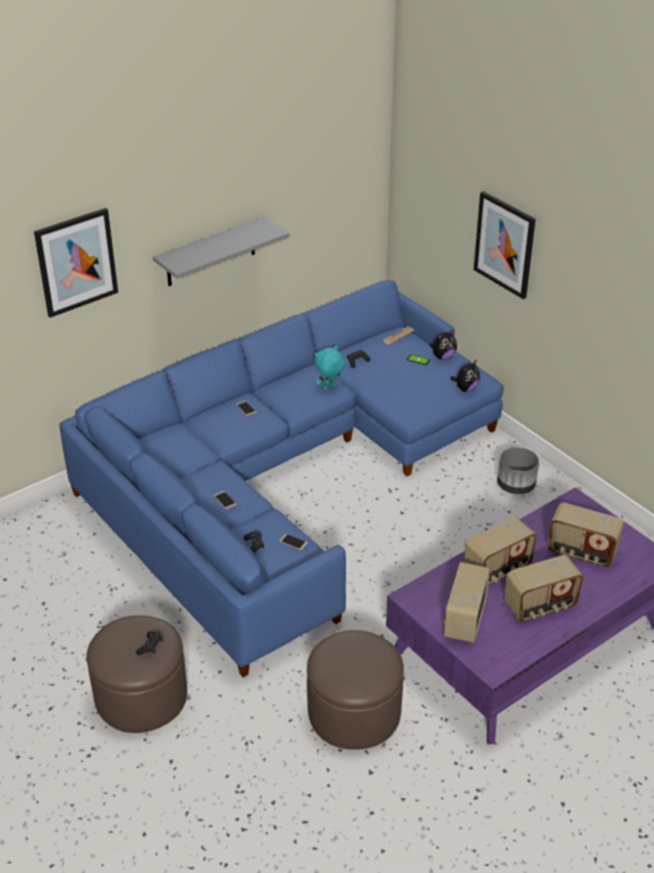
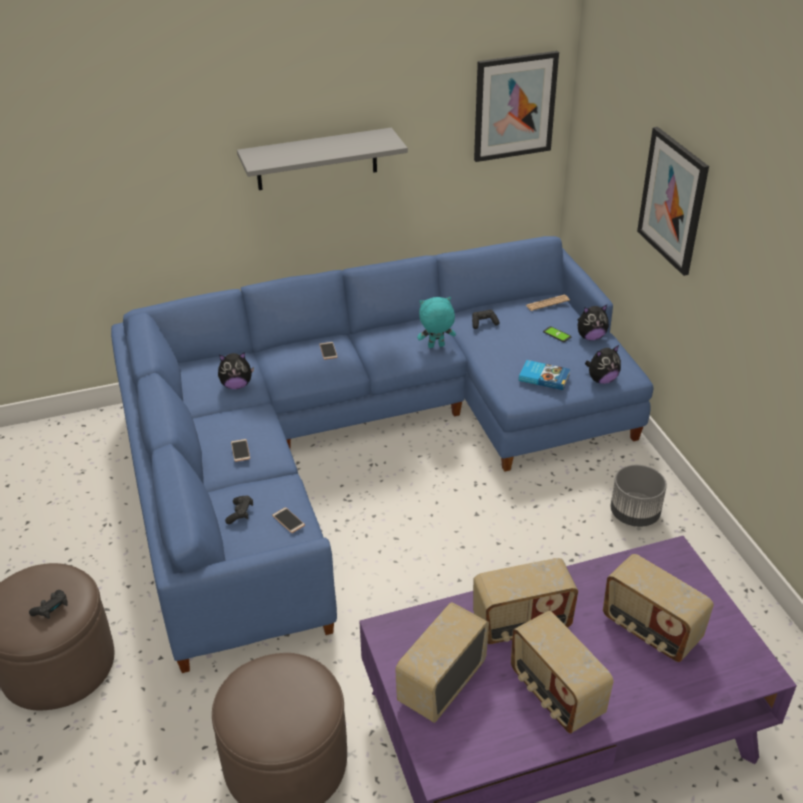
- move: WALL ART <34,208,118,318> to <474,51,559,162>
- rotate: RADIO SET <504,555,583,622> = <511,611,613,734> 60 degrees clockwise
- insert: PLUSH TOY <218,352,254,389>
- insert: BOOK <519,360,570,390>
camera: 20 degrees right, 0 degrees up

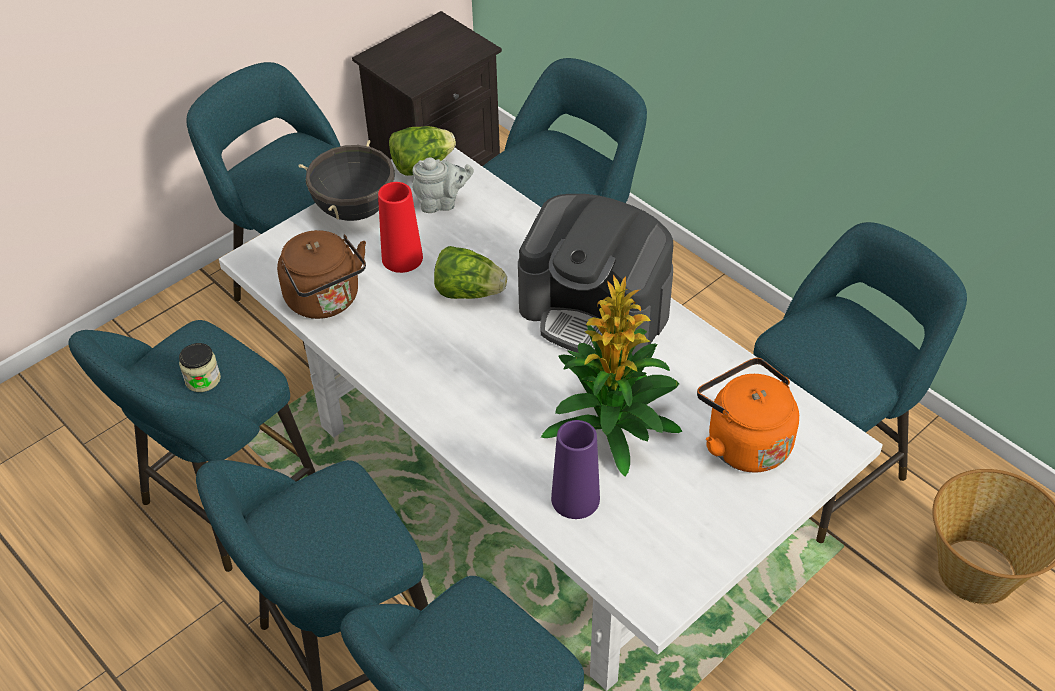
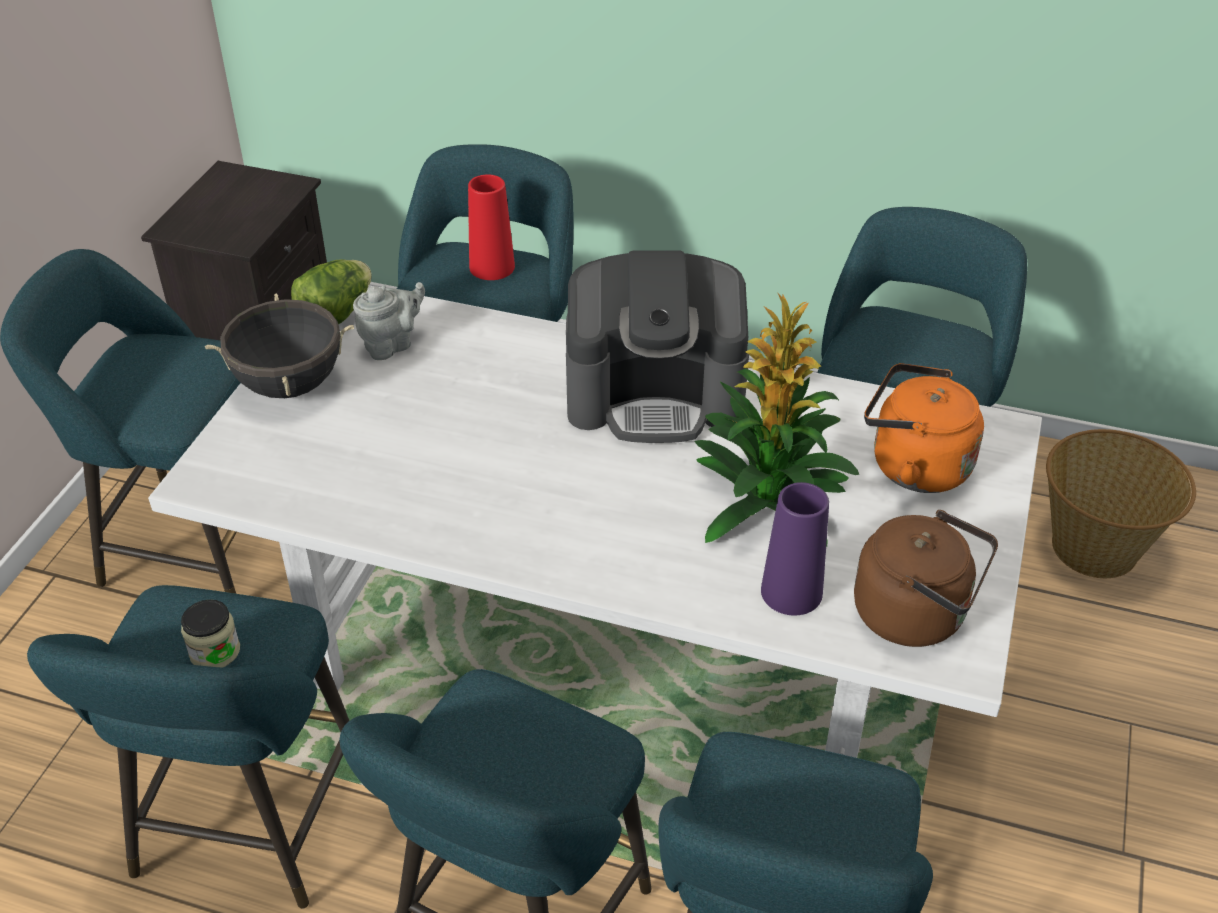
- move: BROWN TEA KETTLE <277,230,366,319> to <854,510,998,647>
- move: RED FLOWER VASE <378,182,423,273> to <468,174,515,280>
- delete: LETTUCE <434,246,507,299>
camera: 30 degrees left, 5 degrees down

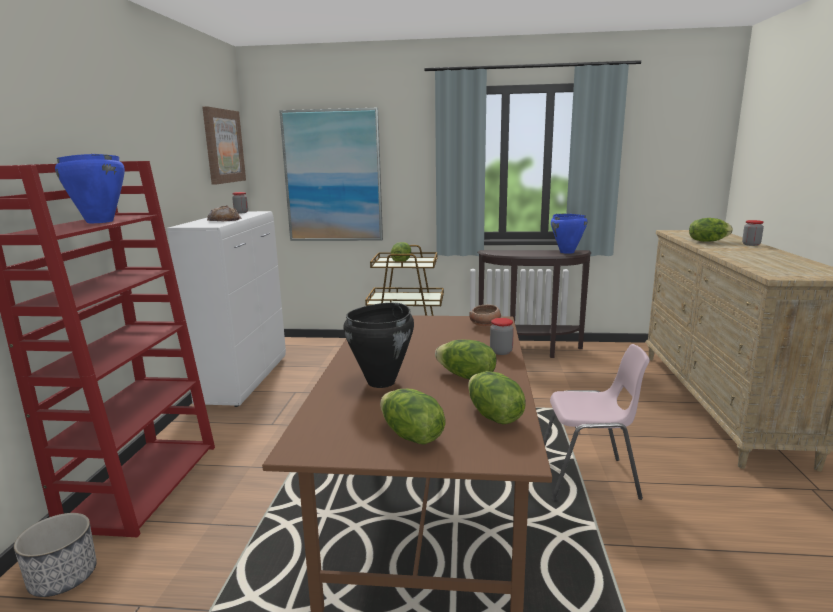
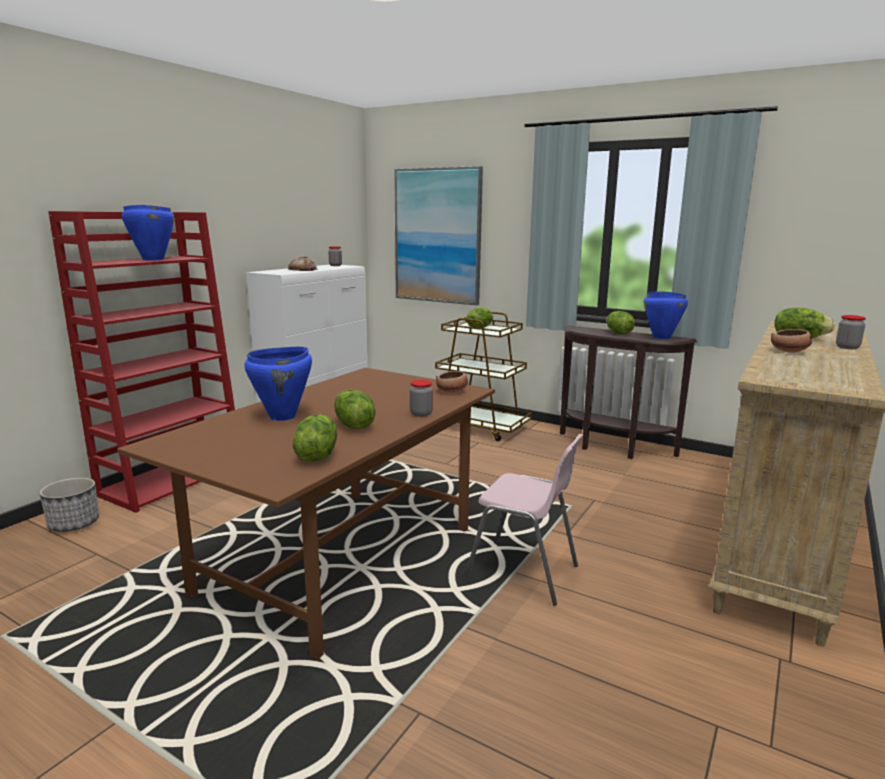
- delete: WALL ART <202,106,246,184>
- recolor: BLACK-COLOURED STOCKPOT <343,303,414,388> to BLUE-COLOURED STOCKPOT <244,347,312,421>
- move: LETTUCE <380,389,445,445> to <606,311,635,334>
- insert: DEEP DISH <771,329,812,353>
camera: 25 degrees right, 0 degrees up

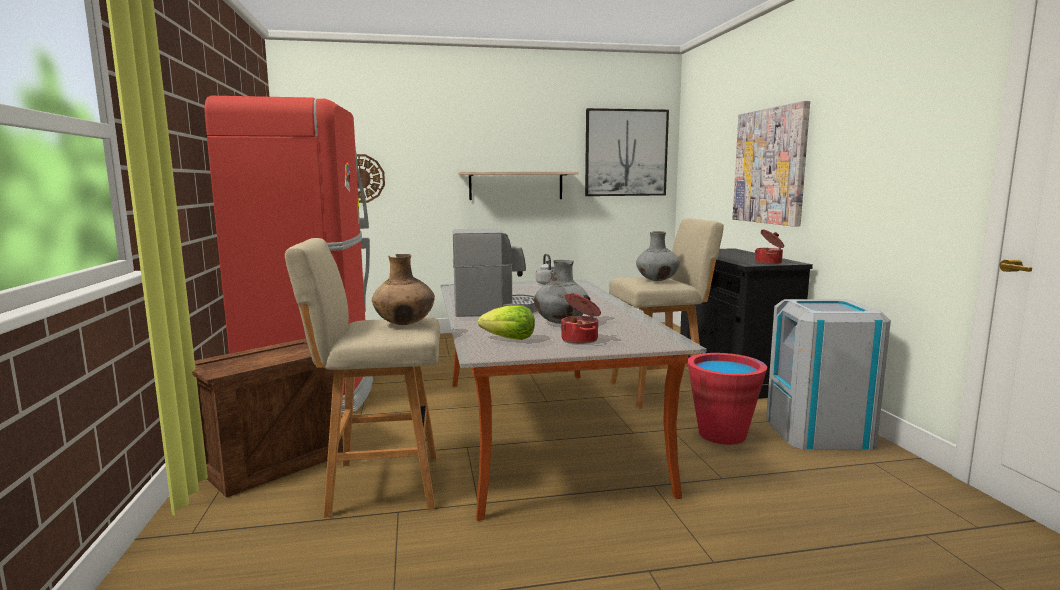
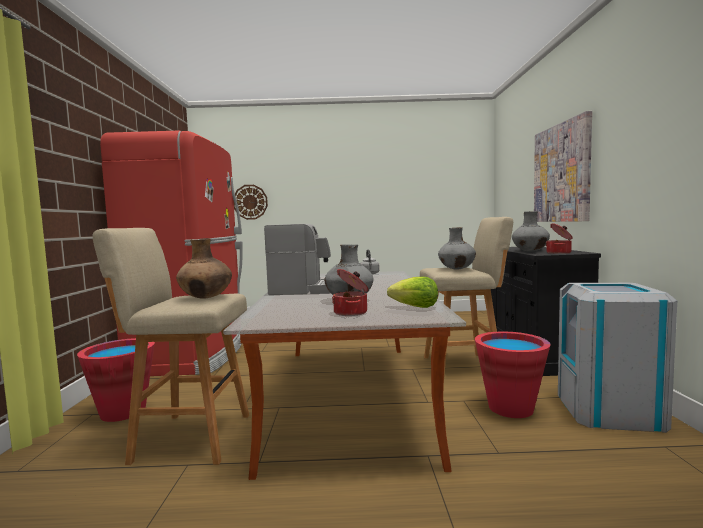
- replace: CRATE <192,338,343,497> to RED WATER BUCKET <77,338,155,422>
- delete: WALL SHELF <458,171,579,200>
- move: LETTUCE <478,305,535,340> to <387,277,438,308>
- delete: WALL ART <585,108,669,196>
- insert: GREY FLOWER VASE <512,211,550,252>
camera: 10 degrees right, 5 degrees down

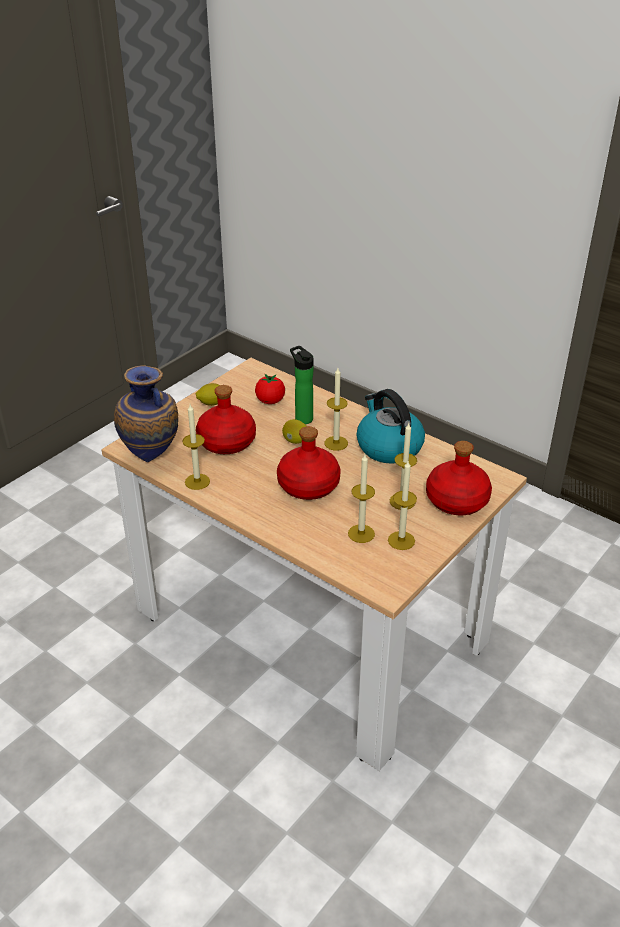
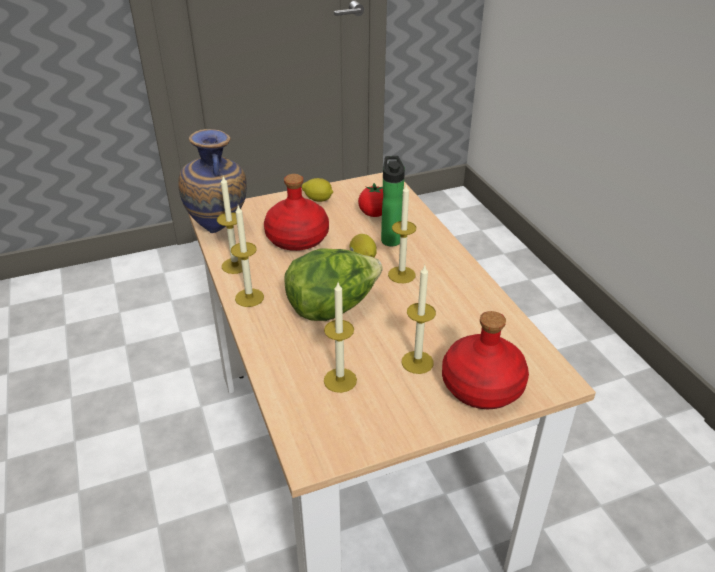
- replace: RED BOTTLE <277,426,341,500> to LETTUCE <284,248,383,321>
- delete: TEA KETTLE <357,389,425,464>
- move: CANDLE <388,461,417,550> to <231,206,264,307>
camera: 30 degrees right, 0 degrees up

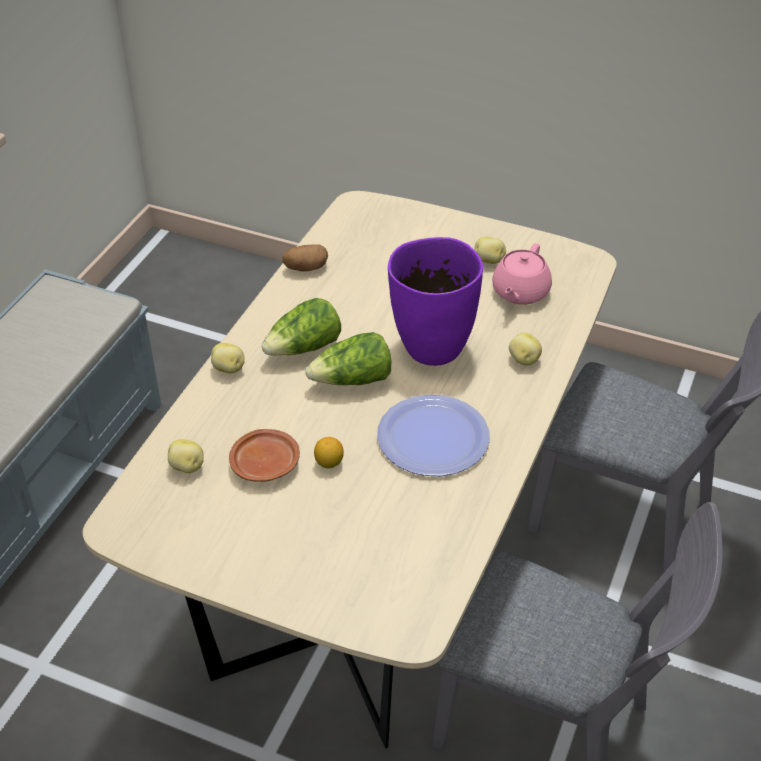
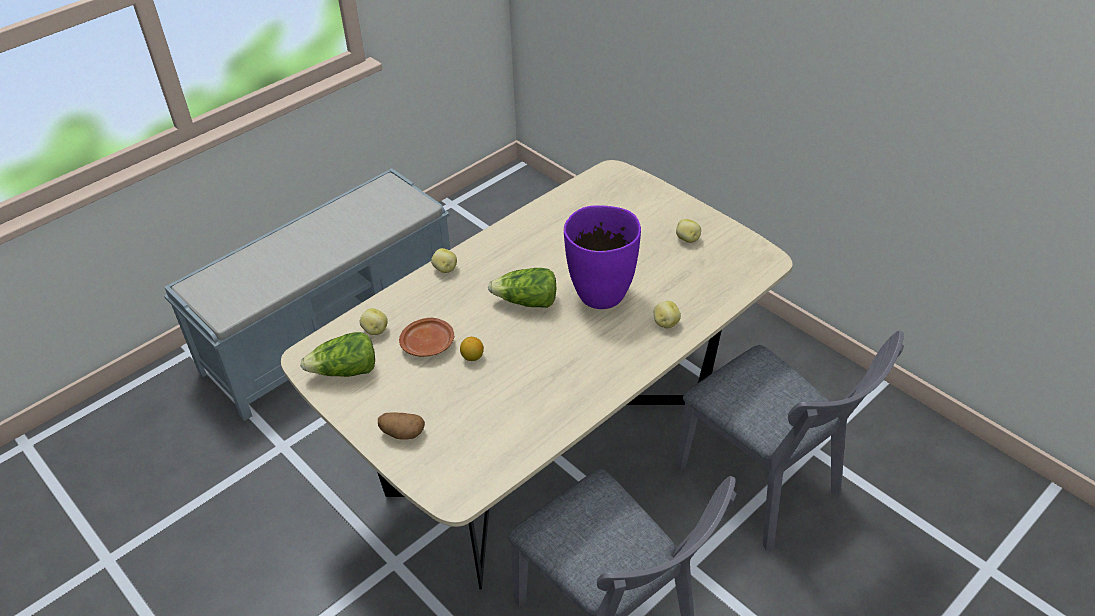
- move: LETTUCE <262,298,341,356> to <300,332,375,377>
- move: POTATO <283,244,328,272> to <378,413,425,440>
- delete: PLATE <377,395,490,476>
- delete: PINK TEAPOT <492,243,552,305>
camera: 25 degrees right, 0 degrees up

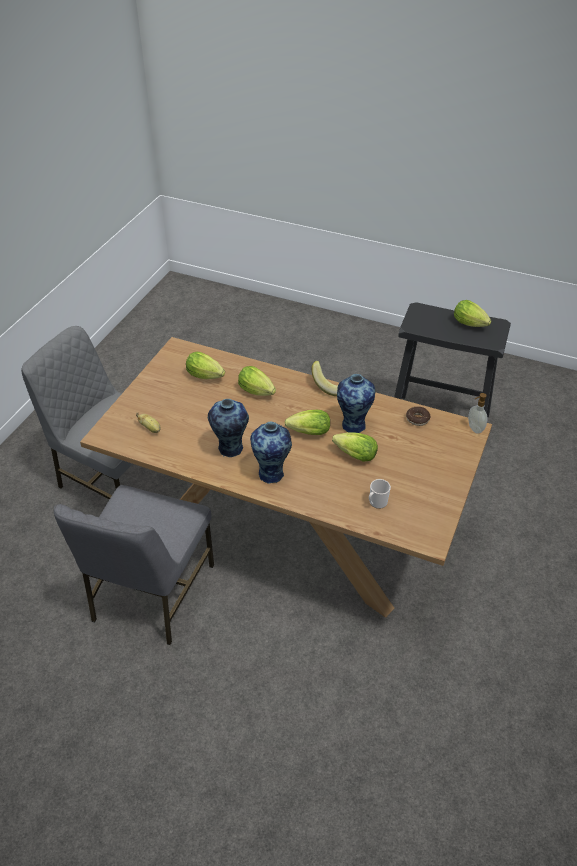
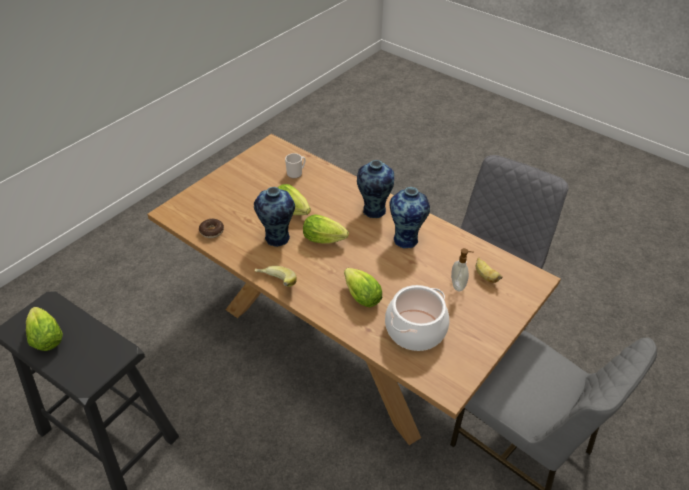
- replace: LETTUCE <186,352,225,379> to STOCKPOT <385,285,449,351>
- move: SOAP DISPENSER <468,393,487,434> to <451,248,474,291>
camera: 165 degrees left, 0 degrees up

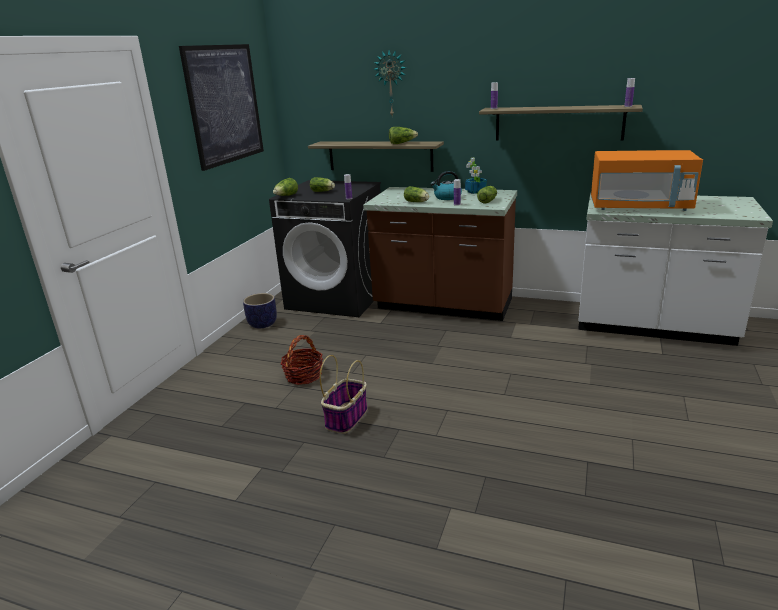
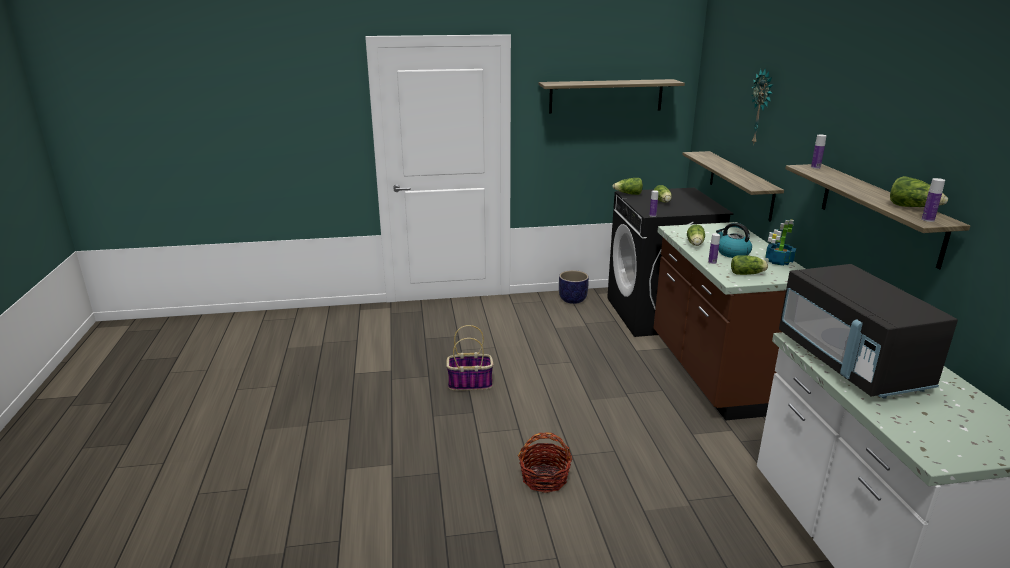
- replace: WALL ART <179,44,264,171> to WALL SHELF <539,79,685,114>
- move: STORAGE BASKET <281,335,323,385> to <518,432,572,493>
- move: LETTUCE <389,127,418,144> to <890,176,948,207>
- recolor: ORANGE-COLOURED MICROWAVE <591,150,703,211> to BLACK-COLOURED MICROWAVE <779,264,958,398>
camera: 60 degrees right, 0 degrees up

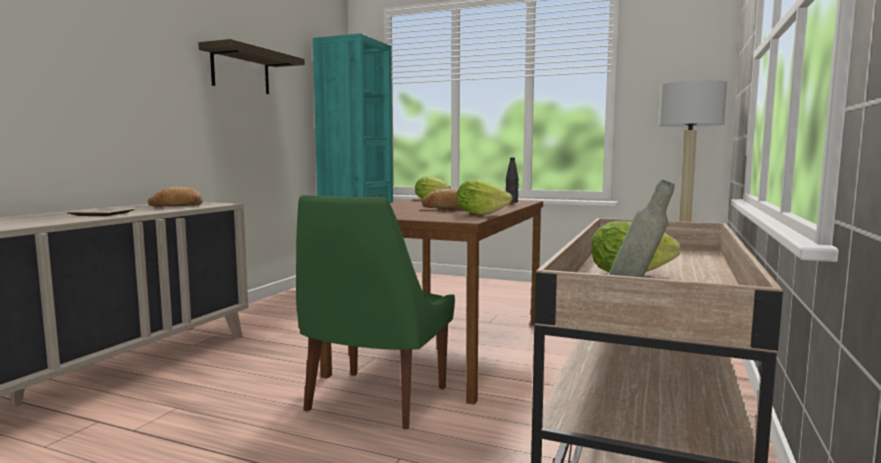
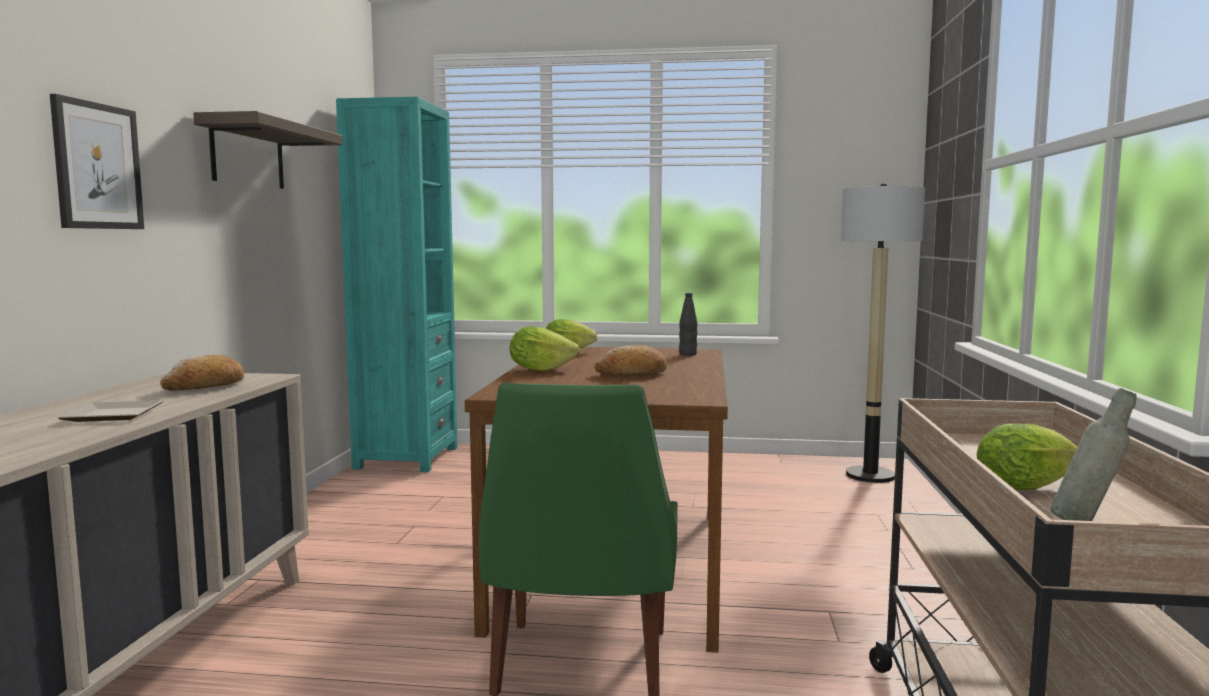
- move: LETTUCE <456,179,512,215> to <510,326,580,372>
- insert: WALL ART <50,94,144,229>
camera: 15 degrees left, 0 degrees up

